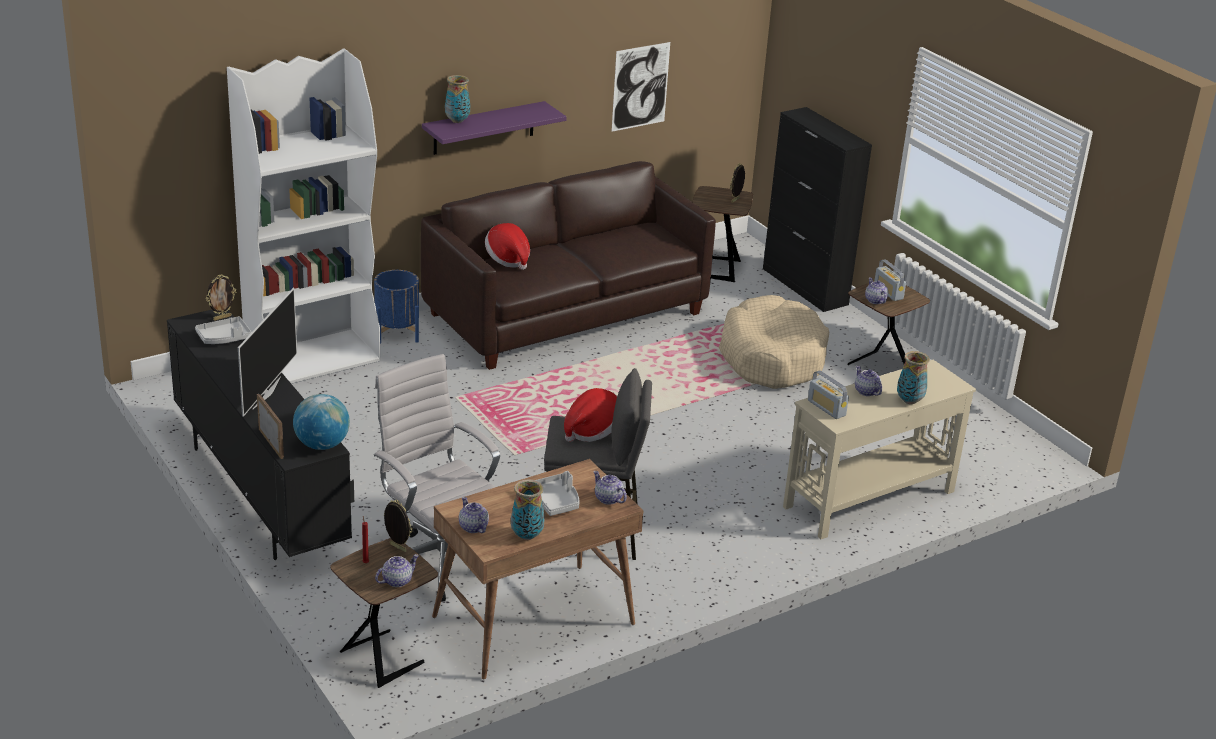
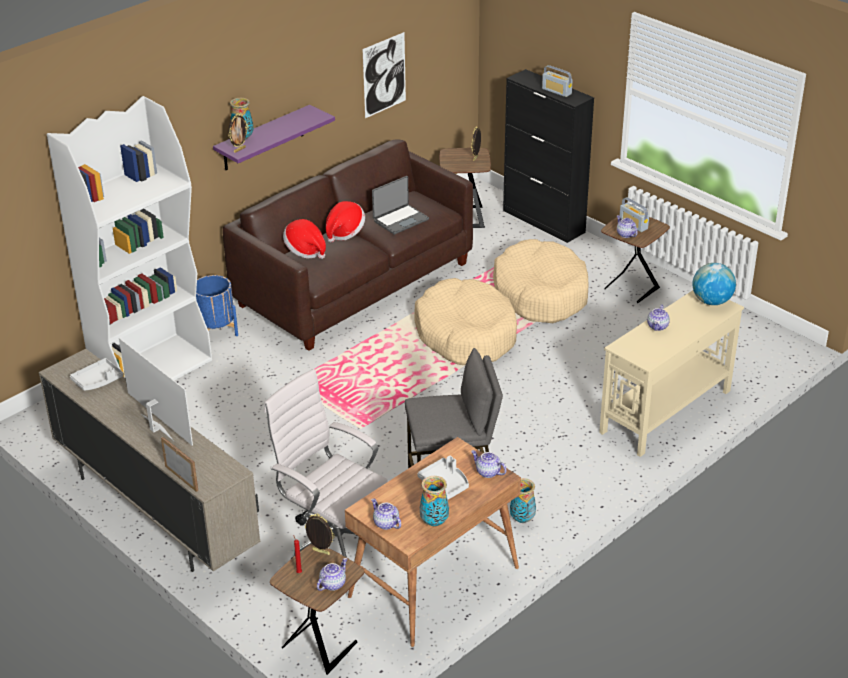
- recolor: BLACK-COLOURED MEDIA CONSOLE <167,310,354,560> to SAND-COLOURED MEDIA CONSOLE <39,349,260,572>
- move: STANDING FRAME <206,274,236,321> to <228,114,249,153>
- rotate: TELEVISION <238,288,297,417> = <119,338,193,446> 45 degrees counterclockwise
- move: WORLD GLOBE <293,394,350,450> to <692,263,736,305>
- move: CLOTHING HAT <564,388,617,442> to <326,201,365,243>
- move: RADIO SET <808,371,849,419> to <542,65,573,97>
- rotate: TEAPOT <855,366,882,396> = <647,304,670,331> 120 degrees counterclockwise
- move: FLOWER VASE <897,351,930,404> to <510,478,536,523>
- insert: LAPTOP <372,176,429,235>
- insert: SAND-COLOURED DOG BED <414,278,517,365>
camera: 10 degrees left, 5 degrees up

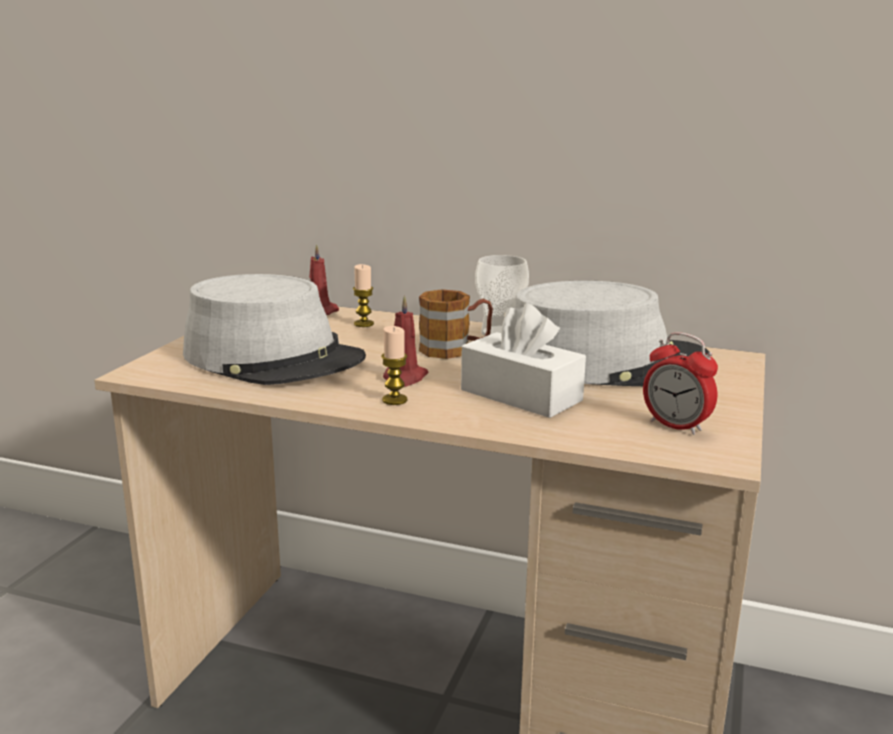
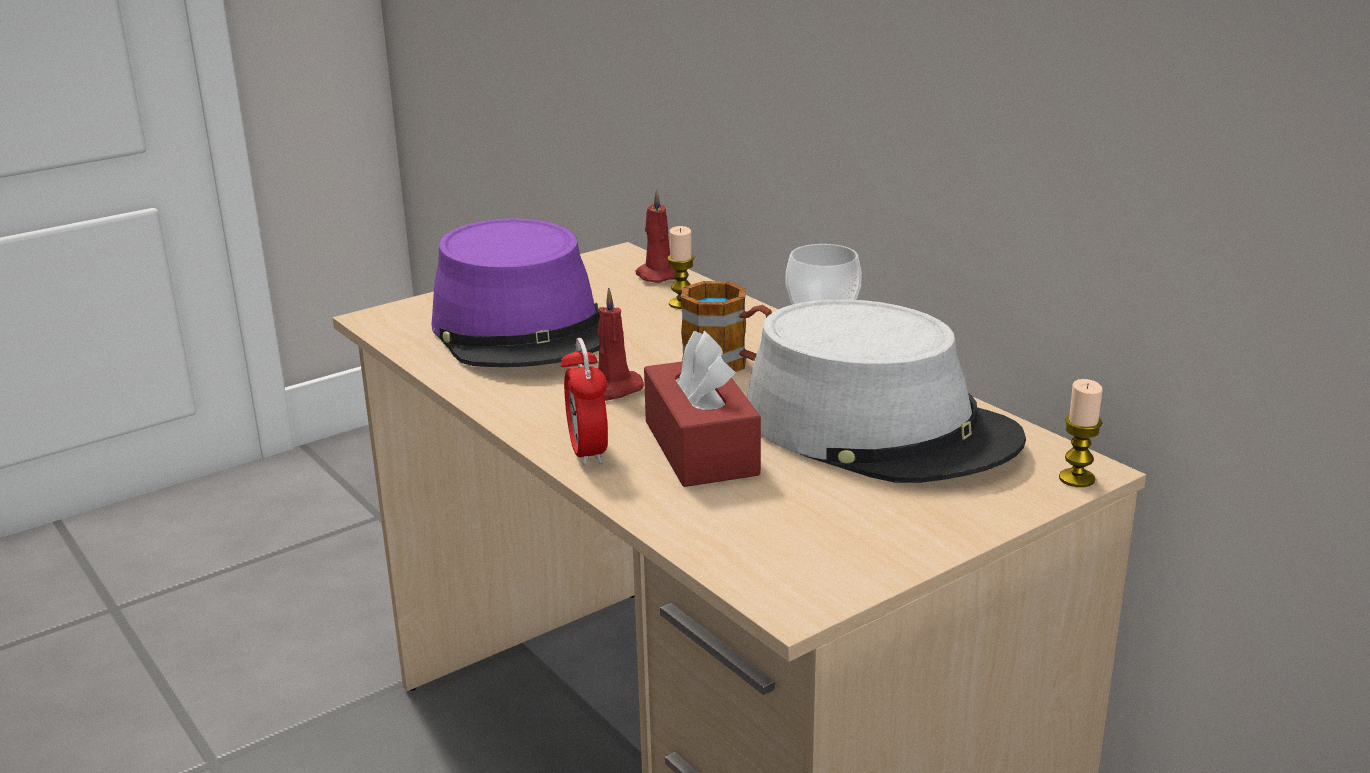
- recolor: GREY CLOTHING HAT <183,274,366,385> to PURPLE CLOTHING HAT <431,219,600,367>
- move: CANDLE <381,326,407,405> to <1059,379,1103,487>
- recolor: WHITISH TISSUE HOLDER <461,303,586,418> to RED TISSUE HOLDER <644,331,761,487>
- move: TABLE CLOCK <643,332,718,435> to <561,338,608,466>
camera: 35 degrees right, 5 degrees up

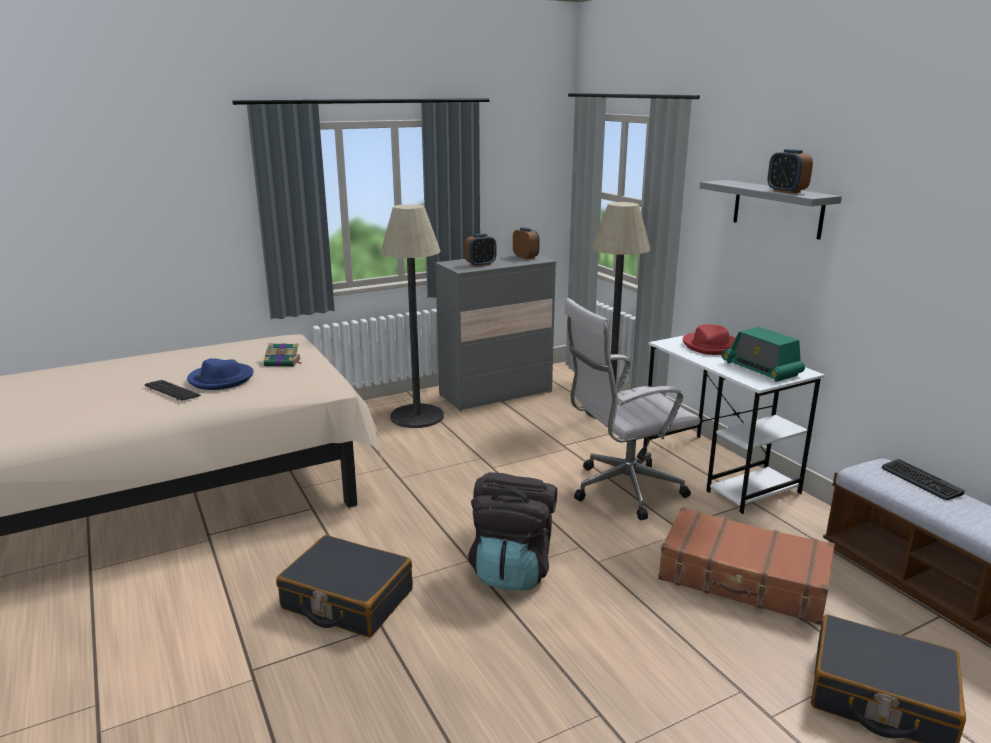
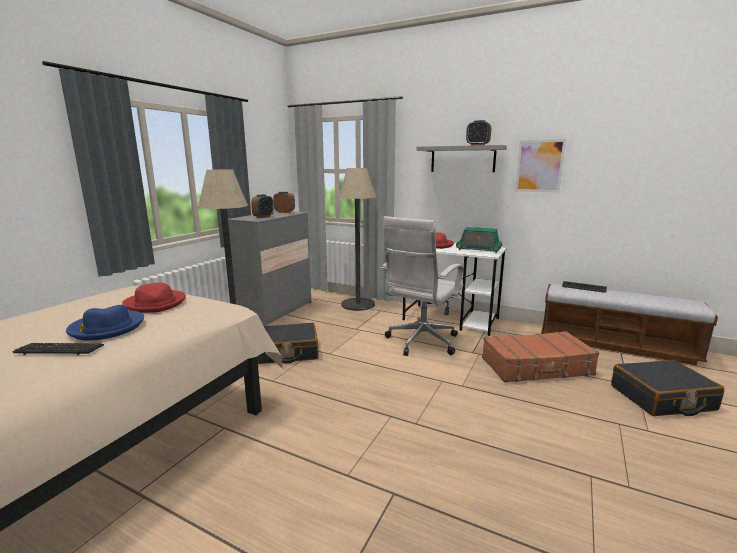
- replace: BOOK <263,343,302,366> to RED CLOTHING HAT <122,283,186,313>
- move: BLACK-COLOURED PIECE OF LUGGAGE <276,535,413,637> to <257,323,319,364>
- delete: BLACK-COLOURED BACKPACK <468,472,557,590>
- insert: WALL ART <515,139,566,193>
camera: 35 degrees left, 5 degrees down

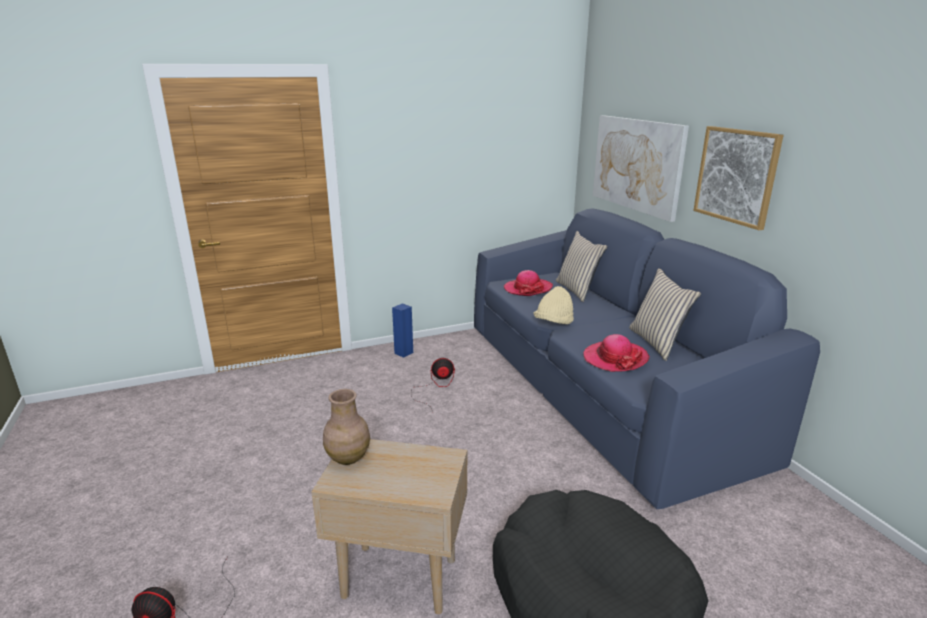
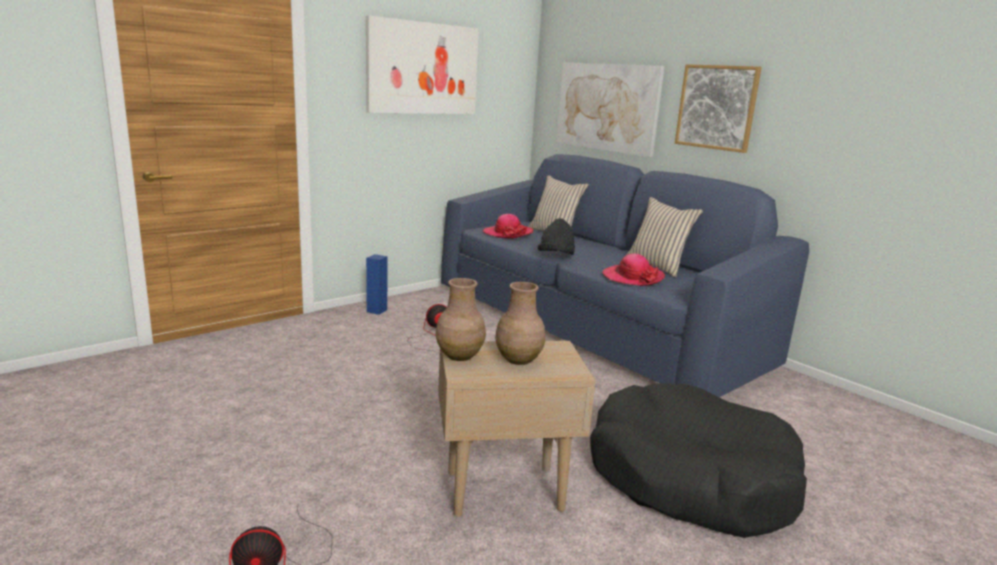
- recolor: SAND-COLOURED CLOTHING HAT <533,286,574,324> to BLACK-COLOURED CLOTHING HAT <538,218,575,255>
- insert: WALL ART <366,15,479,114>
- insert: BROWN FLOWER VASE <495,282,545,365>
camera: 20 degrees left, 5 degrees down

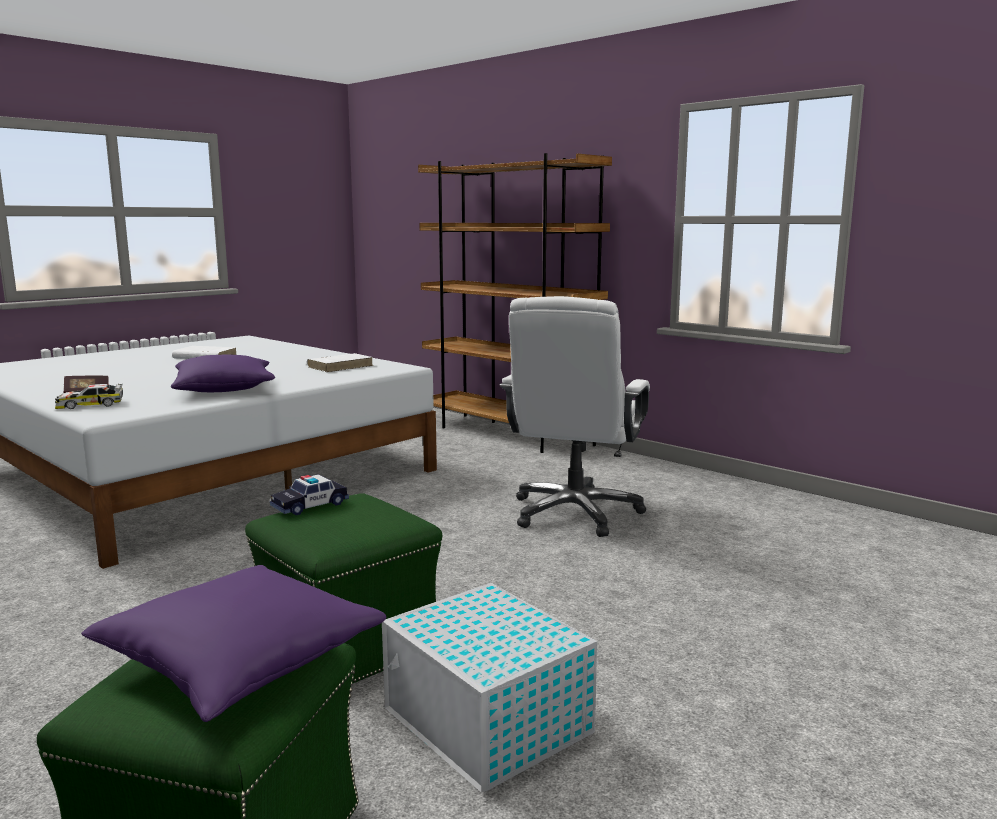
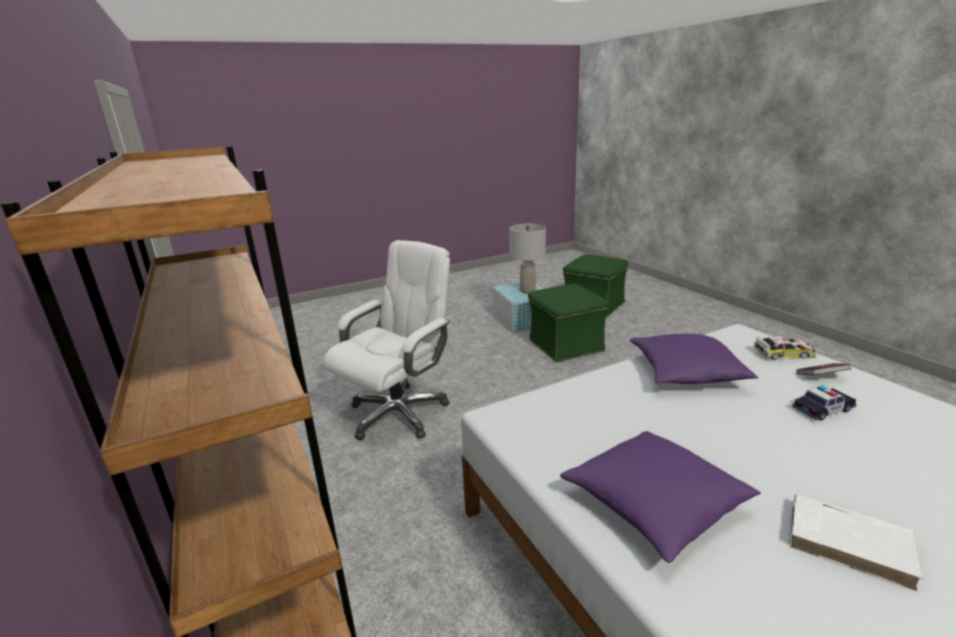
- move: PURPLE CUSHION <81,565,387,722> to <560,431,761,563>
- move: MODEL CAR <270,474,349,515> to <792,386,856,421>
- delete: WHITISH BOOK <307,353,374,372>
- insert: GREY TABLE LAMP <509,224,546,293>
camera: 160 degrees left, 10 degrees up

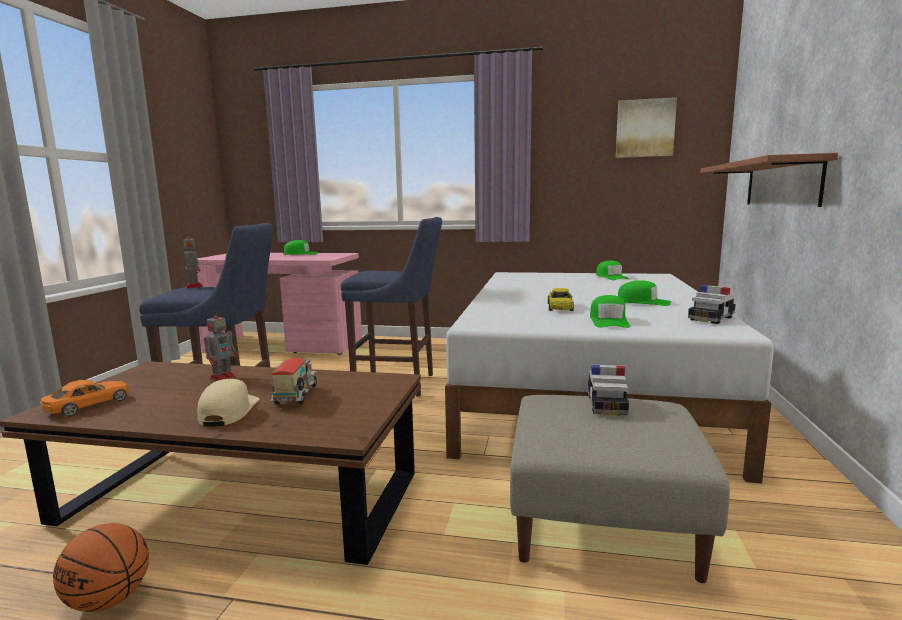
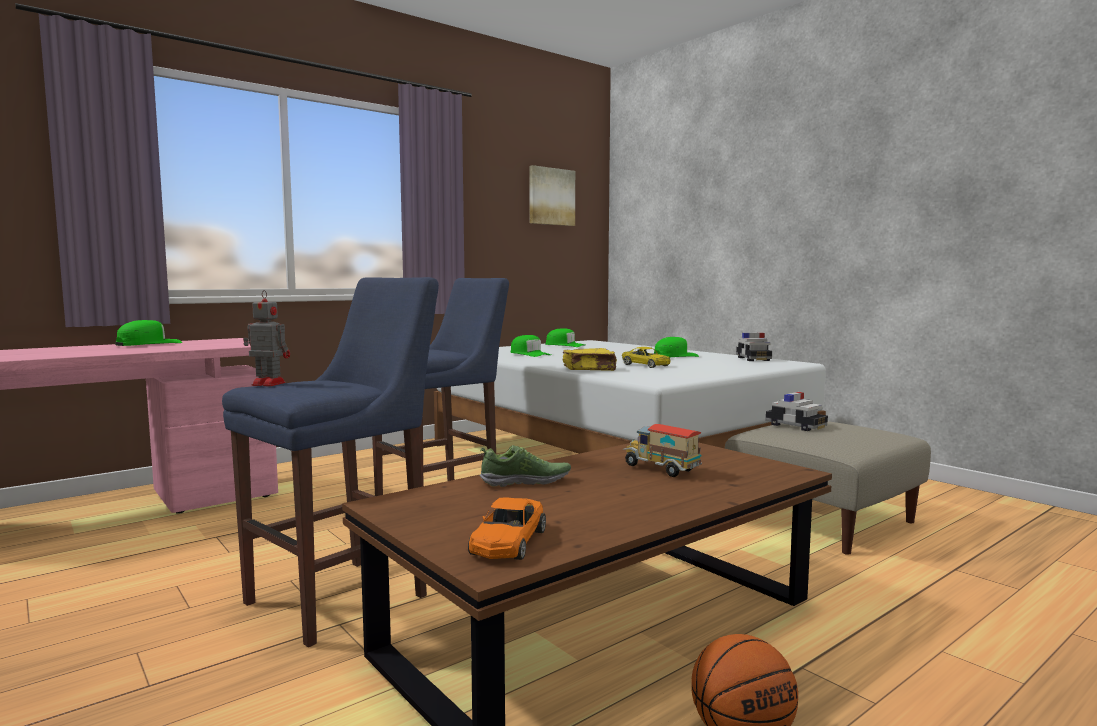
- rotate: ORANGE-COLOURED MODEL CAR <40,380,129,417> = <468,497,546,560> 150 degrees counterclockwise
- delete: SAND-COLOURED BASEBALL CAP <197,379,260,427>
- replace: TOY ROBOT <204,310,238,381> to SHOE <480,445,571,487>
- move: GREENISH BASEBALL CAP <590,295,631,328> to <510,335,551,357>
- delete: WALL SHELF <700,153,838,207>
- insert: YELLOWISH BOOK <562,348,617,371>
camera: 50 degrees left, 5 degrees down

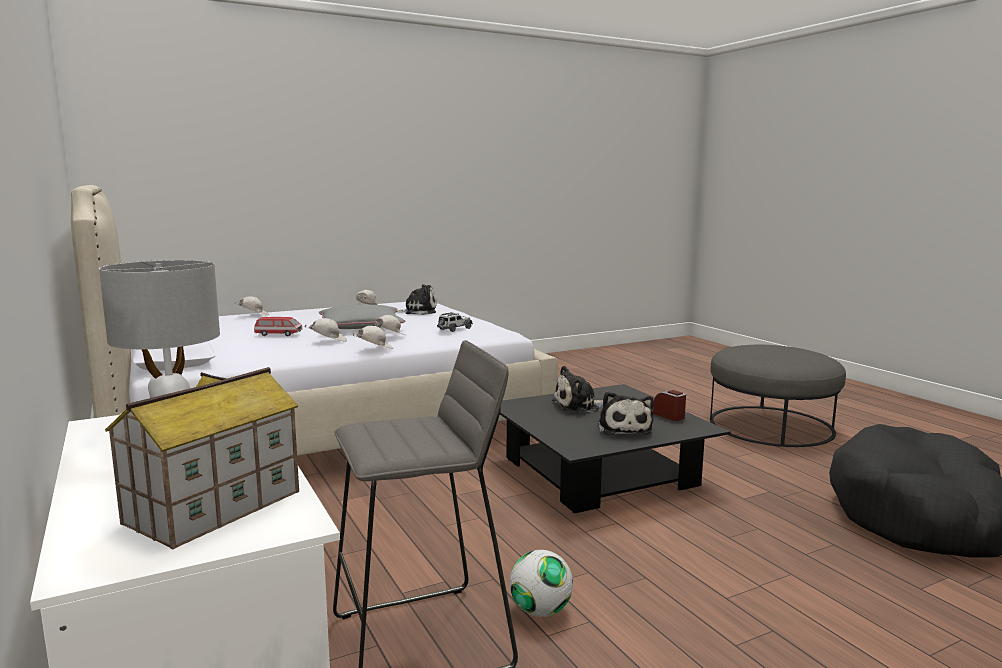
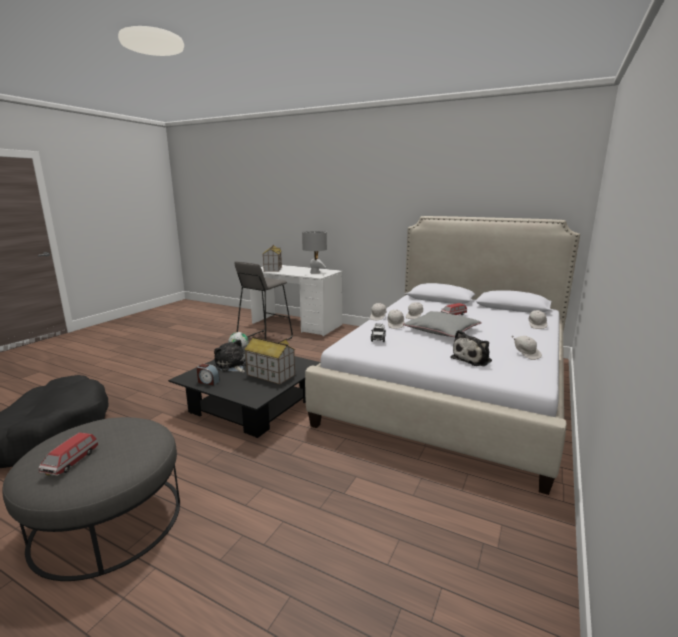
- replace: PLUSH TOY <552,366,603,412> to MODEL HOUSE <244,336,296,385>
- insert: MODEL CAR <38,432,99,476>
camera: 145 degrees right, 5 degrees up

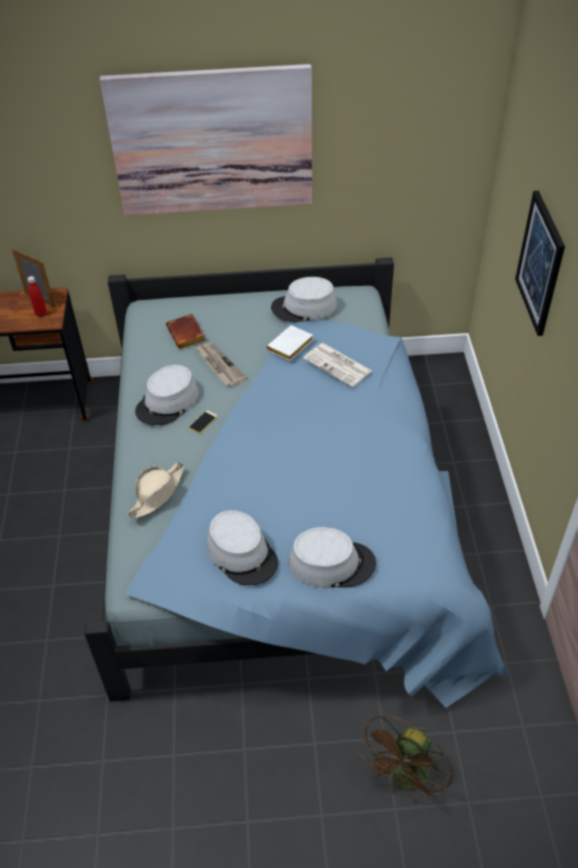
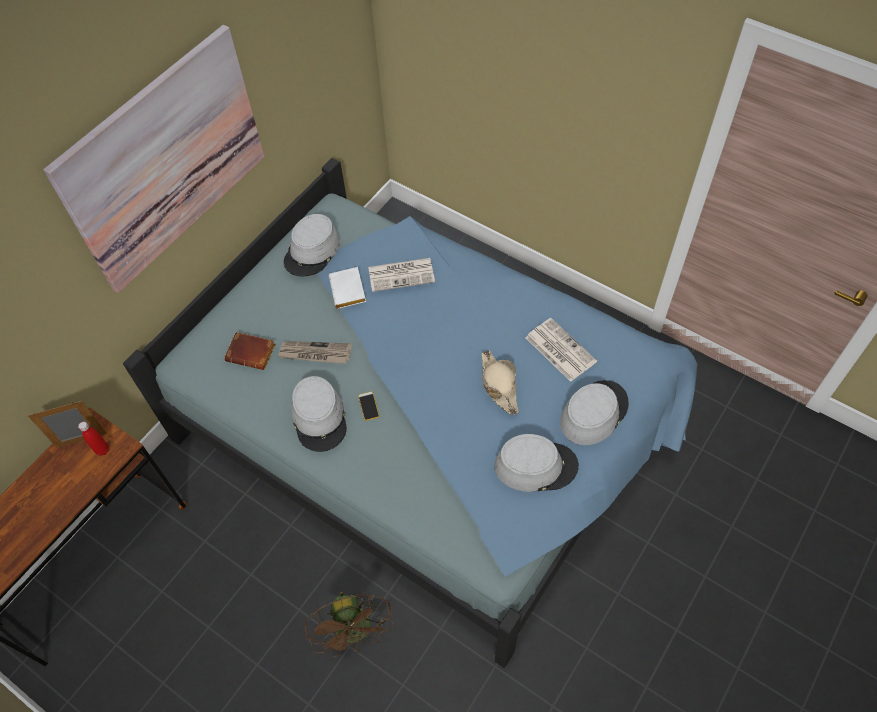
- move: SAND-COLOURED CLOTHING HAT <127,462,185,519> to <482,351,519,415>
- move: BROWN COOLING FAN <357,714,453,804> to <304,592,393,657>
- delete: WALL ART <515,191,565,336>
- insert: PRINTED PAPER <525,318,597,382>
camera: 50 degrees left, 10 degrees up

